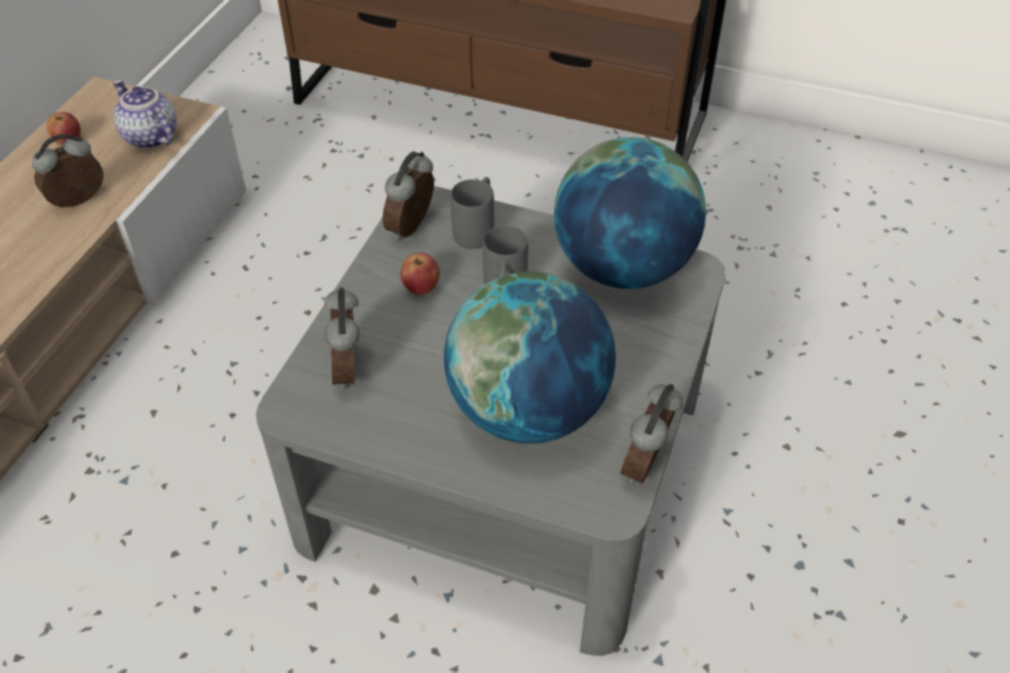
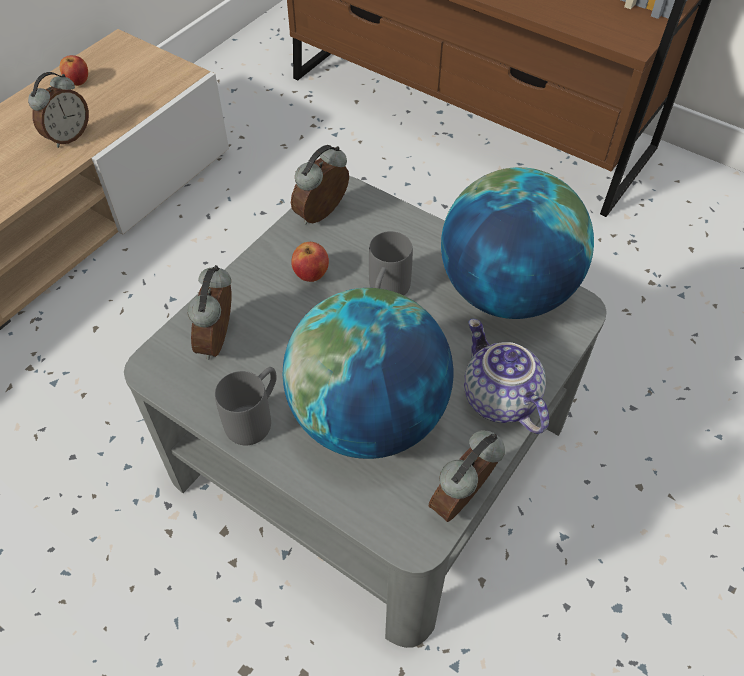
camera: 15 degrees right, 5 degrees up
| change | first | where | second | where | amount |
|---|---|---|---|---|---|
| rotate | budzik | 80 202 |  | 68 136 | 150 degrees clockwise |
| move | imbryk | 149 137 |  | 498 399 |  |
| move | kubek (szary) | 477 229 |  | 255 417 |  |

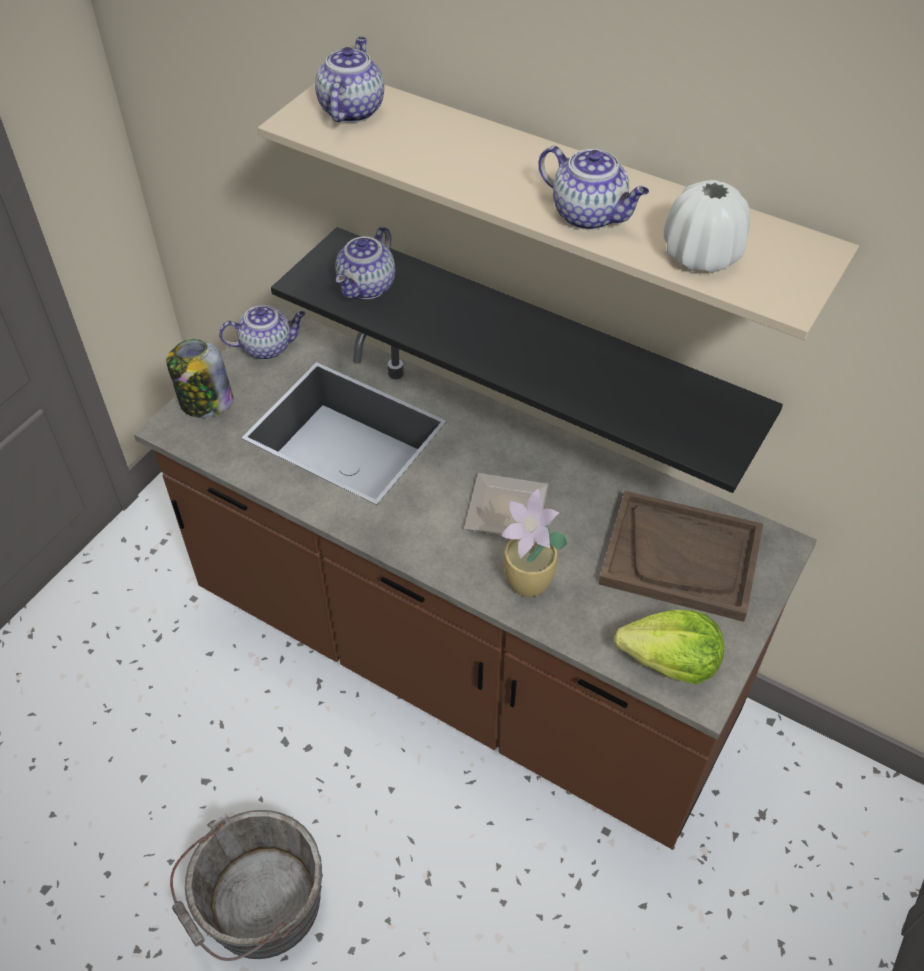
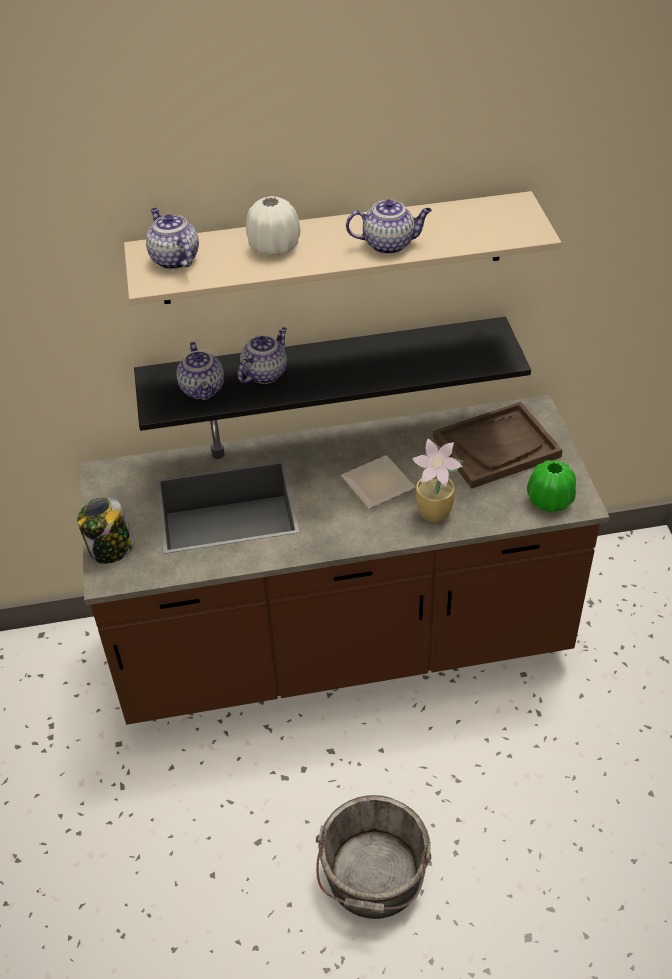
camera: 40 degrees left, 5 degrees down
| change | first | where | second | where | amount |
|---|---|---|---|---|---|
| move | imbryk | 268 347 |  | 265 373 |  |
| replace | sałata | 670 662 | wazon (zielony) | 550 500 |  |
| move | wazon (biały) | 701 256 |  | 274 247 |  |

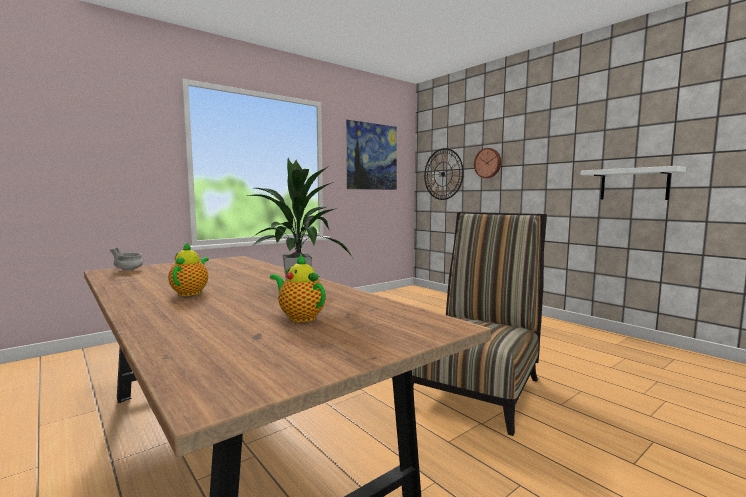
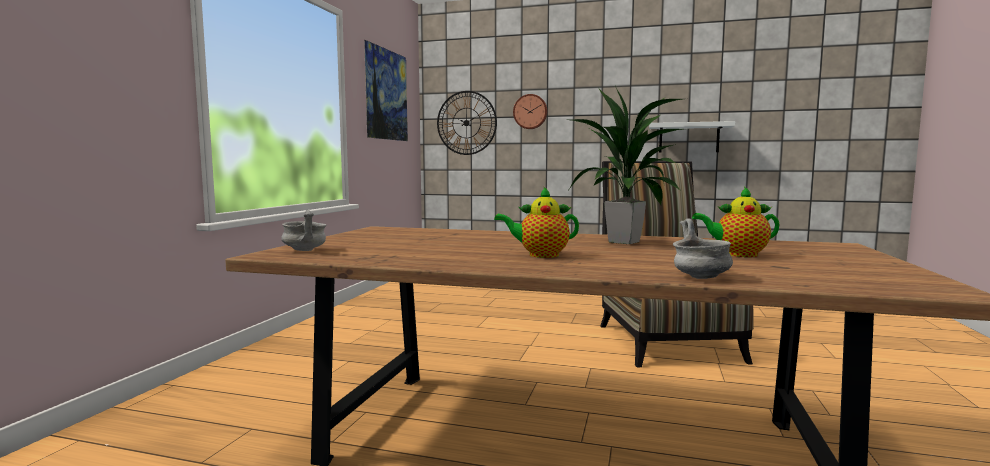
camera: 35 degrees left, 0 degrees up
| change | first | where | second | where | amount |
|---|---|---|---|---|---|
| rotate | imbryk | 191 292 |  | 540 255 | 60 degrees counterclockwise |
| insert |  |  | miska (szary) | 699 277 |  |

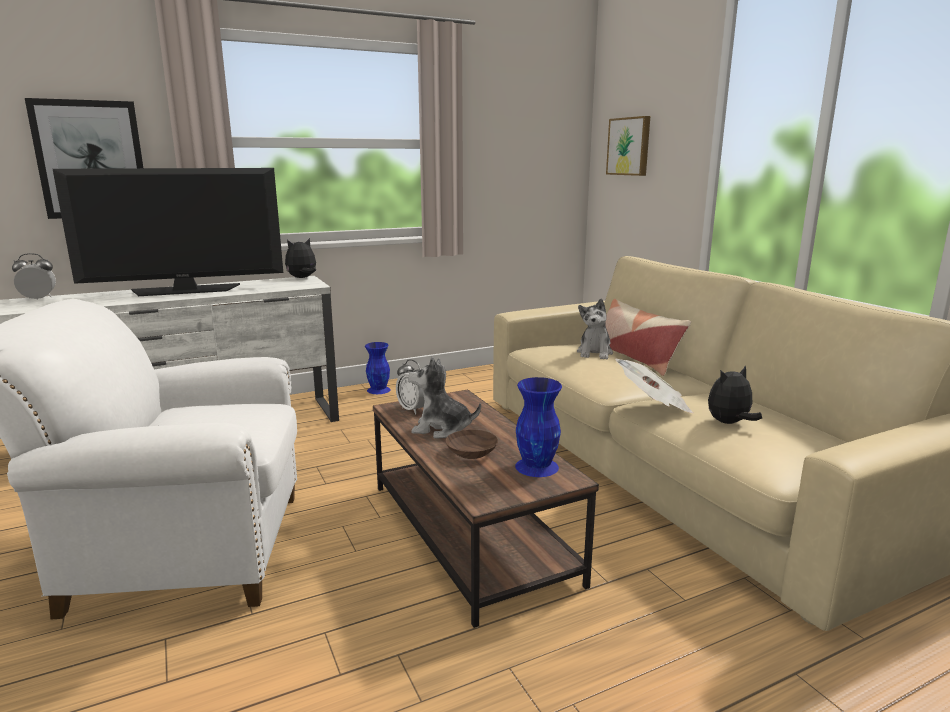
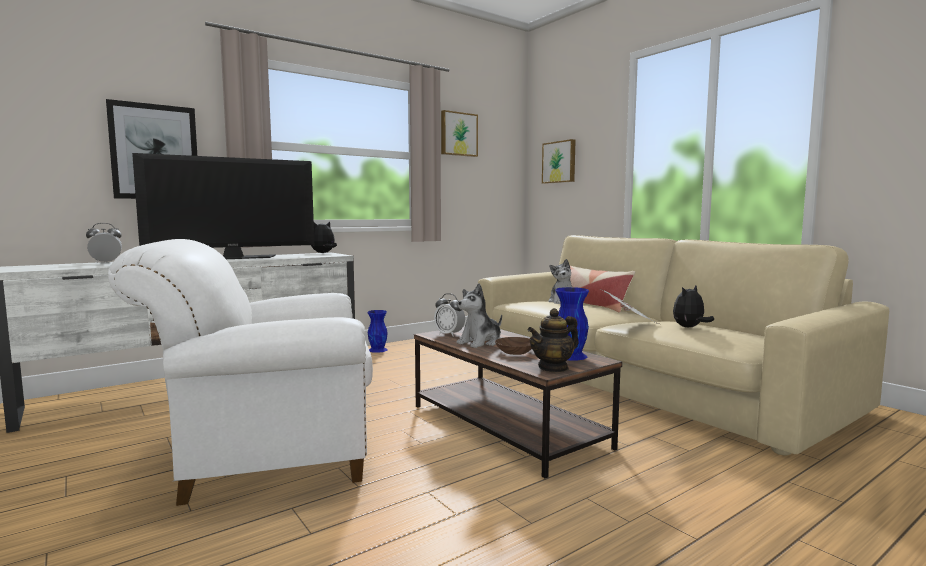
camera: 10 degrees left, 10 degrees down
| change | first | where | second | where | amount |
|---|---|---|---|---|---|
| rotate | pluszak | 441 429 |  | 480 342 | 45 degrees counterclockwise |
| insert |  |  | obraz | 458 134 |  |
| insert |  |  | imbryk | 553 368 |  |

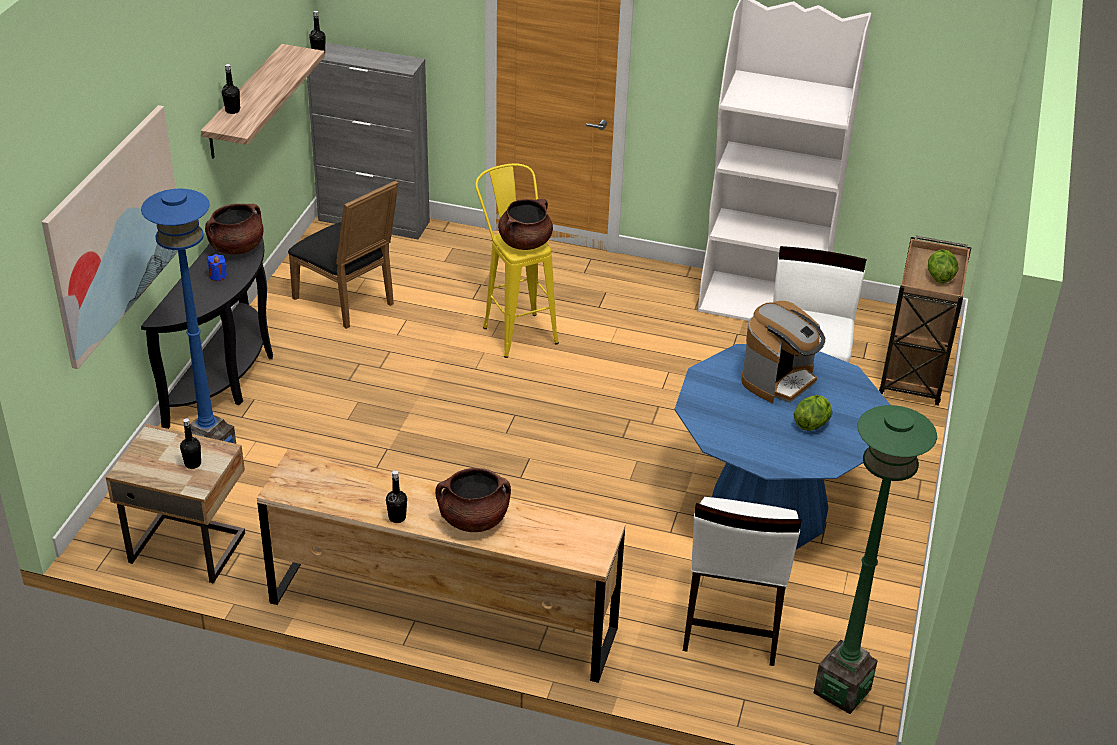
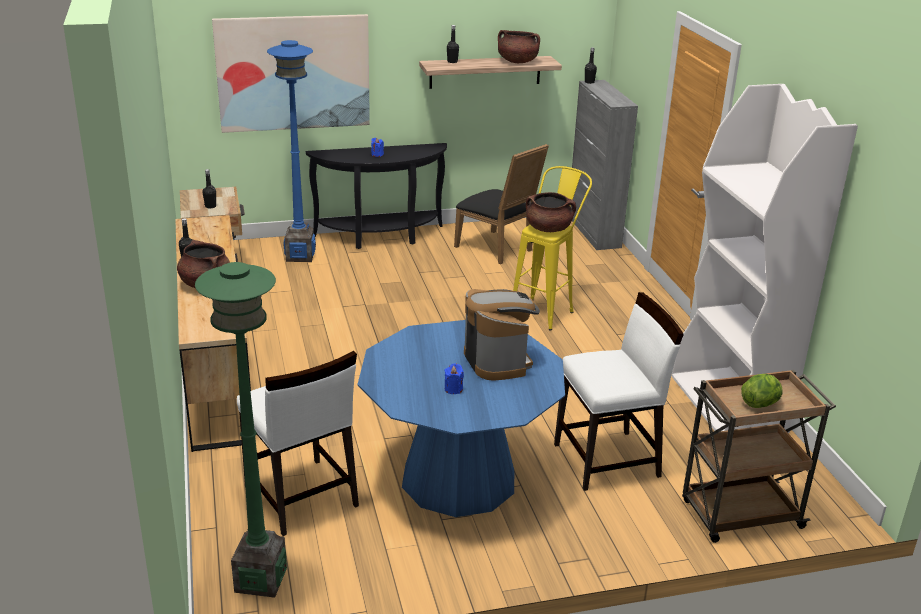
camera: 60 degrees right, 10 degrees down
| change | first | where | second | where | amount |
|---|---|---|---|---|---|
| move | garnek (brązowy) | 236 248 |  | 517 62 |  |
| rotate | krzesło (czarny) | 349 302 |  | 498 249 | 60 degrees counterclockwise |
| rotate | krzesło (biały) | 732 623 |  | 301 497 | 105 degrees counterclockwise |
| rotate | ekspres do kawy | 779 380 |  | 498 361 | 120 degrees counterclockwise |
| replace | sałata | 812 424 | świeca (niebieski) | 453 389 |  |

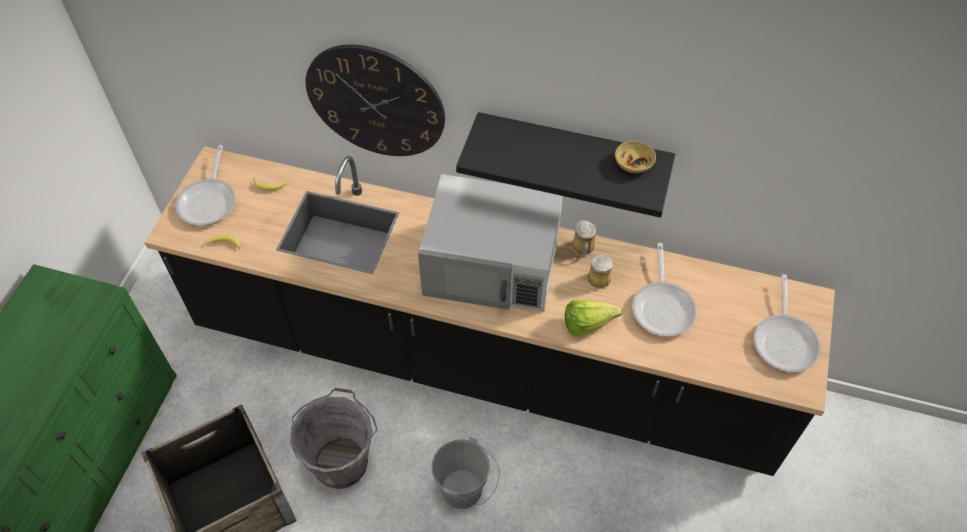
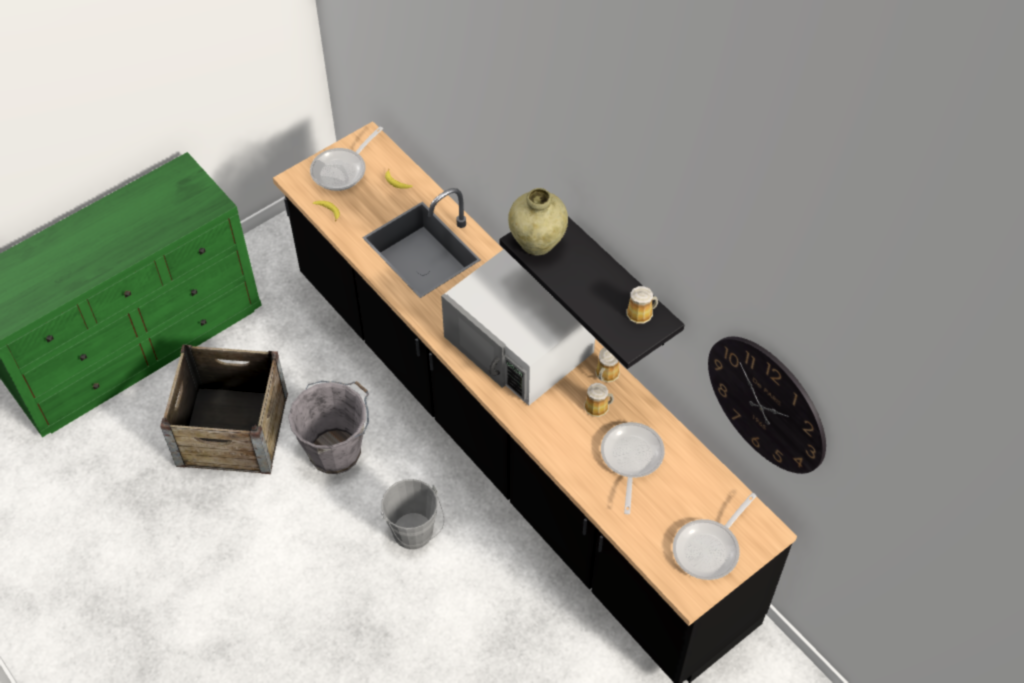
camera: 35 degrees right, 0 degrees up
| change | first | where | second | where | amount |
|---|---|---|---|---|---|
| move | zegar ścienny | 375 101 |  | 767 404 |  |
| delete | sałata | 592 325 |  |  |  |
| replace | miska (beżowy) | 633 163 | kubek | 641 313 |  |
| rotate | patelnia | 663 306 |  | 630 459 | 150 degrees clockwise |
| insert |  |  | wazon (beżowy) | 537 243 |  |

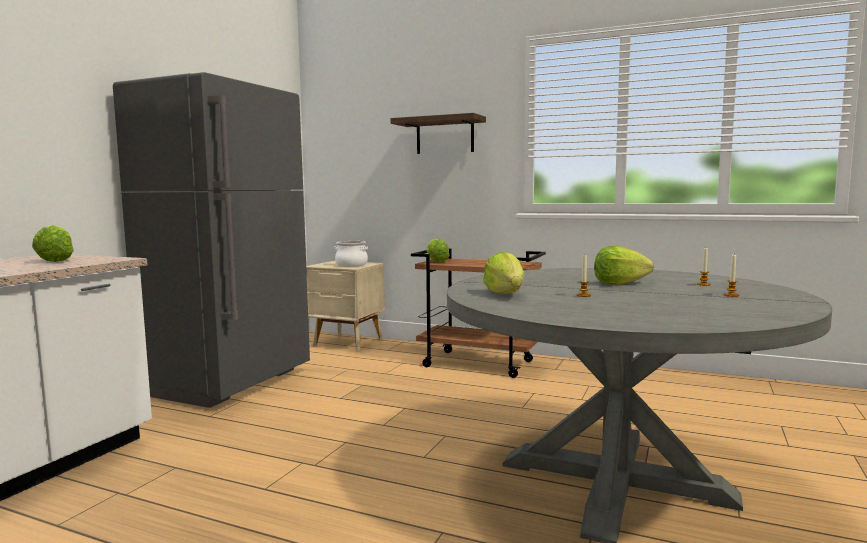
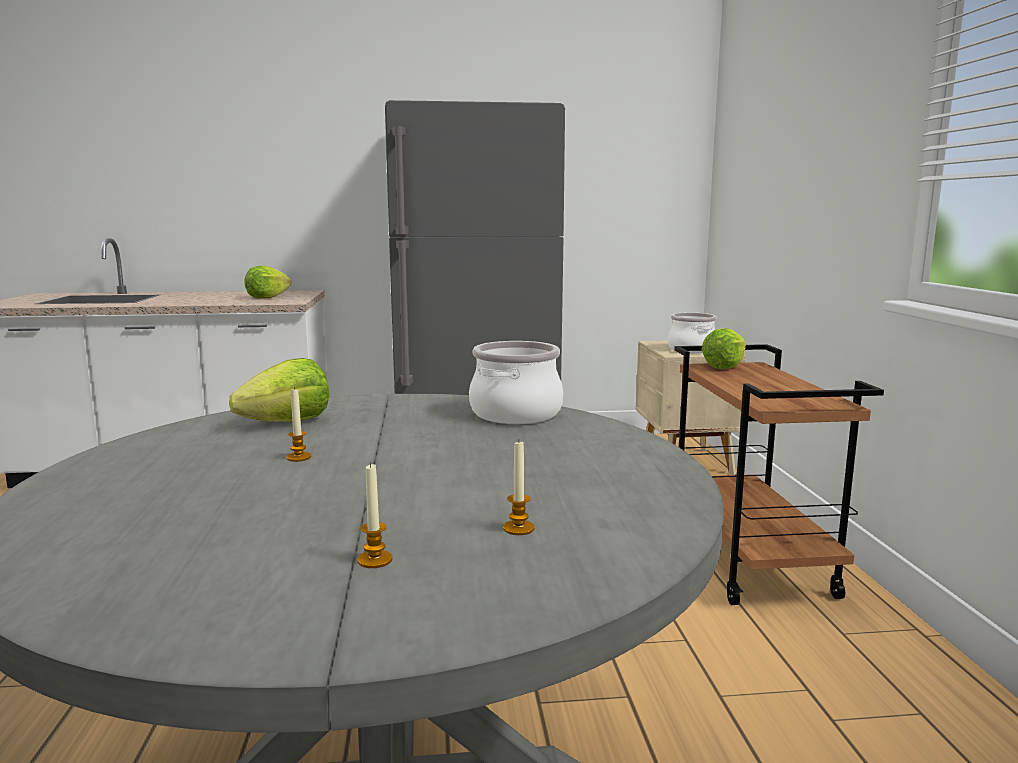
camera: 60 degrees right, 5 degrees up
| change | first | where | second | where | amount |
|---|---|---|---|---|---|
| delete | półka | 445 136 |  |  |  |
| delete | sałata | 619 283 |  |  |  |
| insert |  |  | garnek | 515 413 |  |

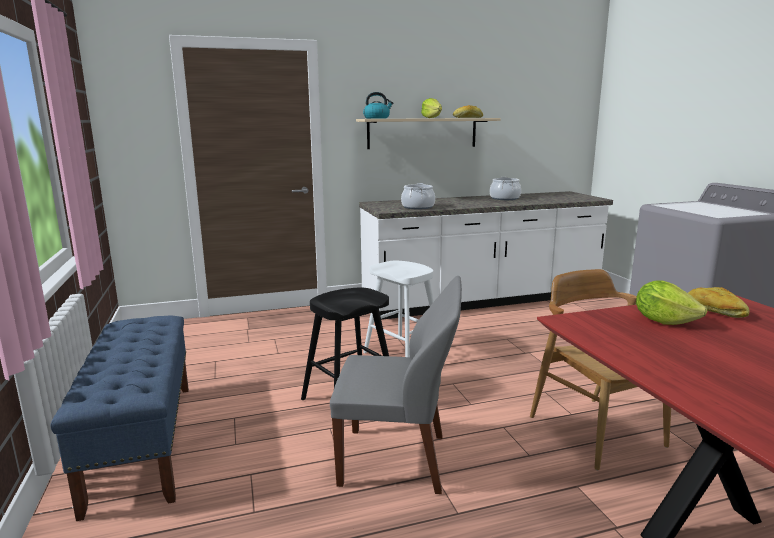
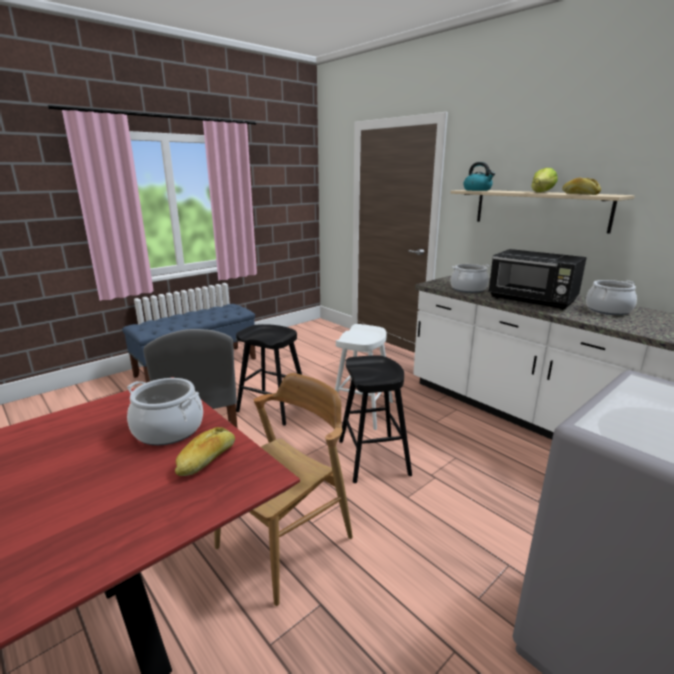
camera: 65 degrees right, 5 degrees up
| change | first | where | second | where | amount |
|---|---|---|---|---|---|
| replace | sałata | 663 321 | garnek | 168 429 |  |
| insert |  |  | stołek (czarny) | 373 457 |  |
| insert |  |  | mikrofalówka (czarny) | 532 301 |  |

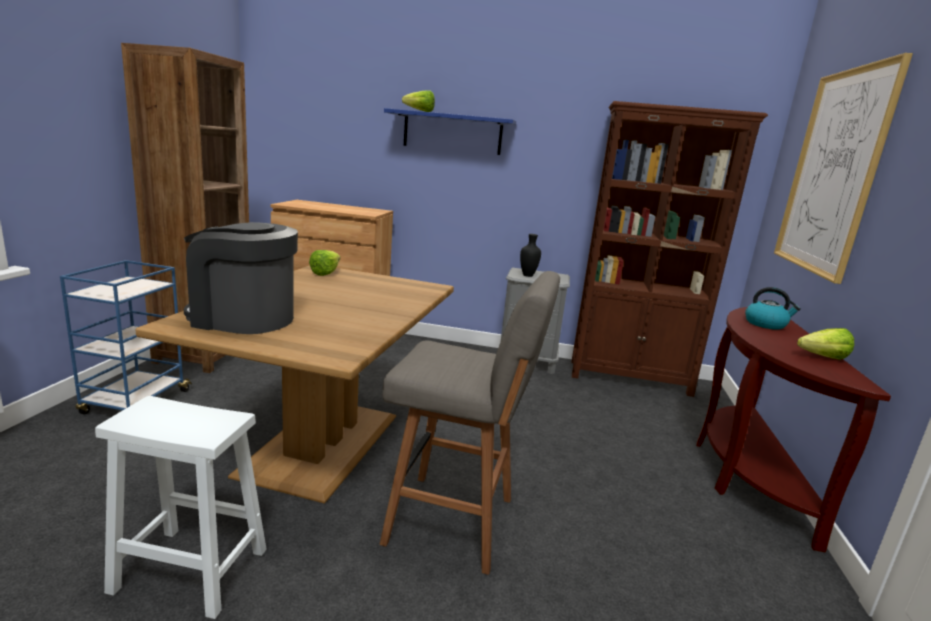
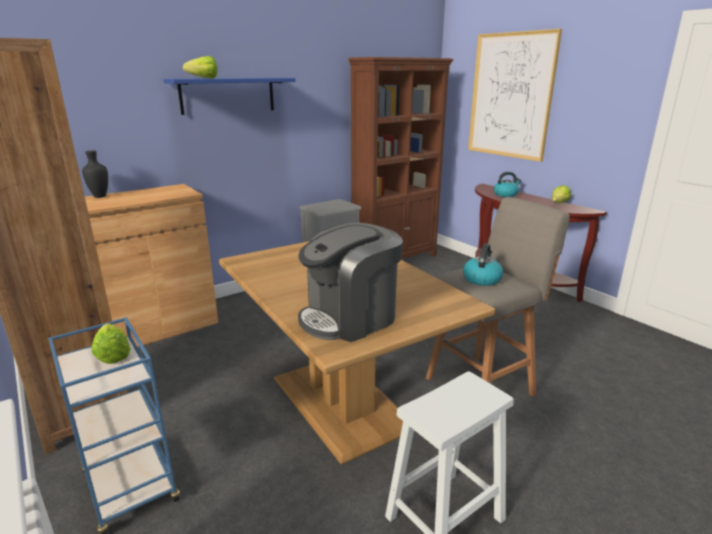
camera: 45 degrees left, 5 degrees up
| change | first | where | second | where | amount |
|---|---|---|---|---|---|
| move | sałata | 328 272 |  | 114 352 |  |
| move | wazon (czarny) | 528 275 |  | 100 196 |  |
| insert |  |  | czajnik | 482 279 |  |

